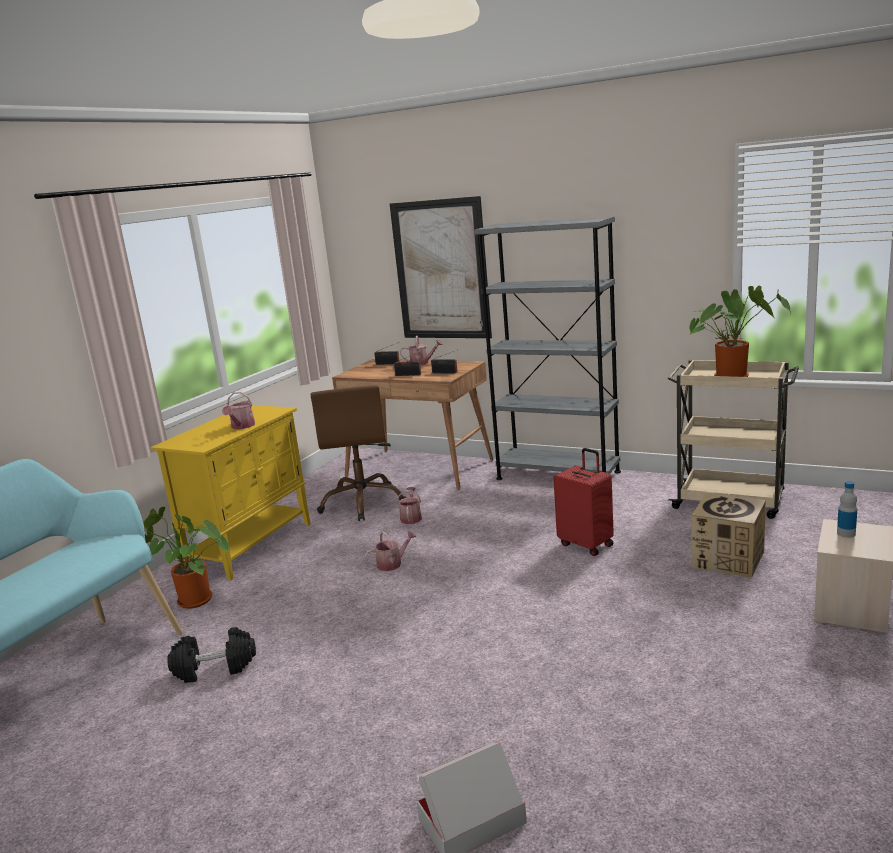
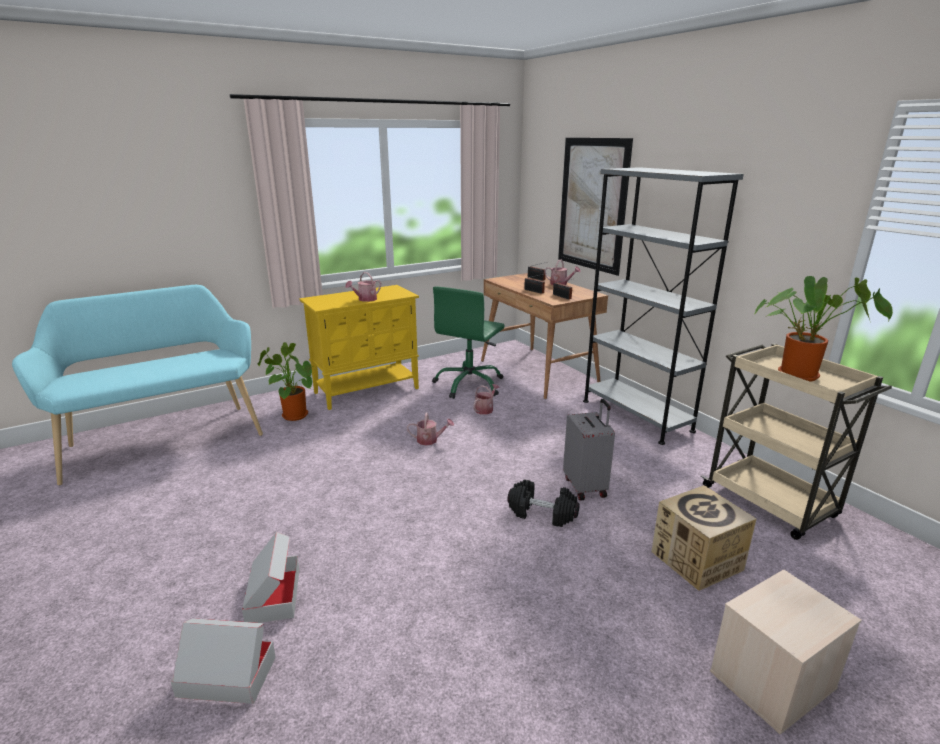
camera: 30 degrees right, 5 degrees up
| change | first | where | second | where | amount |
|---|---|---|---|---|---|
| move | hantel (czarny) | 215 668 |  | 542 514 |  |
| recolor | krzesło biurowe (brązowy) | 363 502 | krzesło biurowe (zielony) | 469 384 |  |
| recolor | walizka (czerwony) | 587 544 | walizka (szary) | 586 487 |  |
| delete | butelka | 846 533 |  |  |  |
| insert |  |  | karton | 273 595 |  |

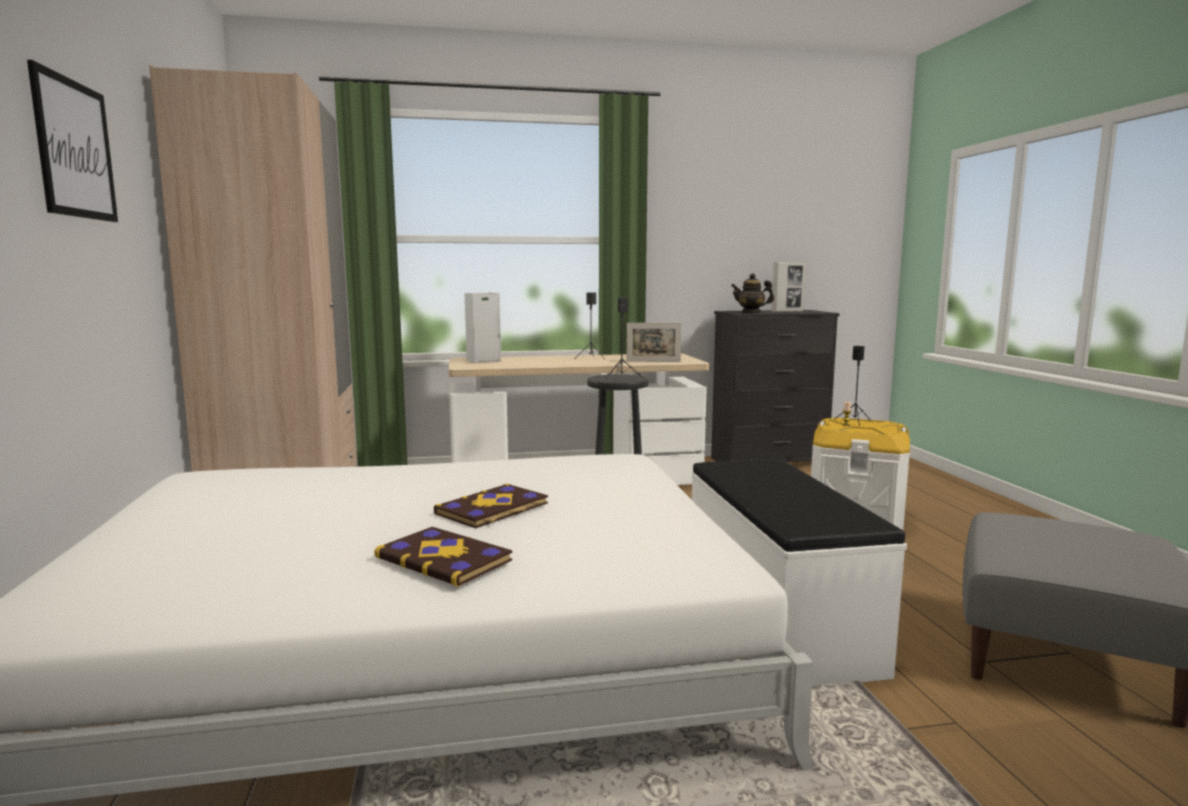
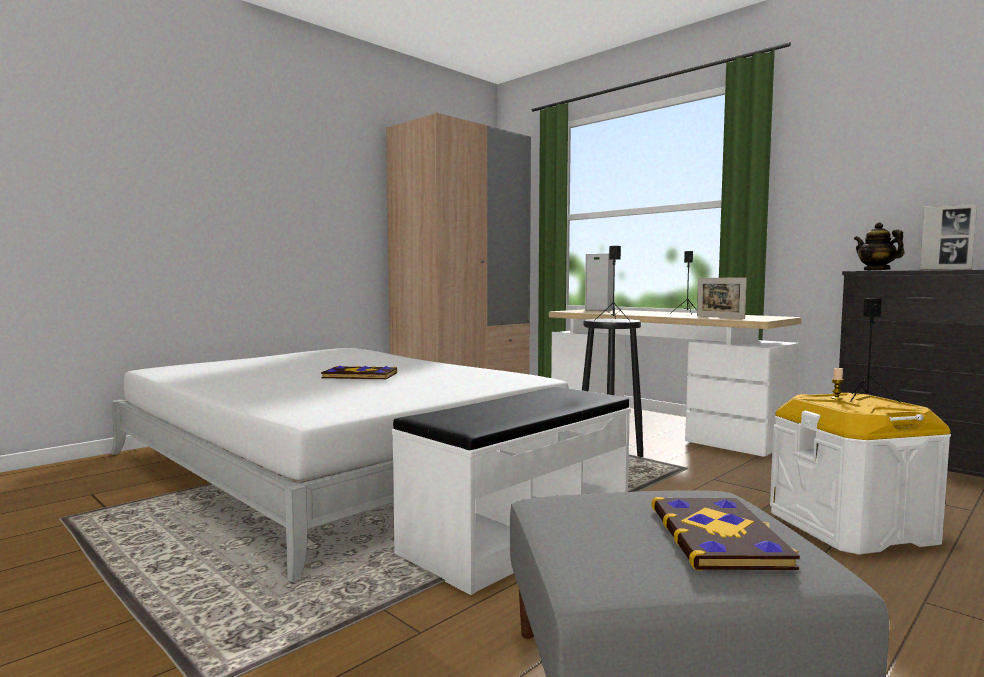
camera: 55 degrees right, 5 degrees down
| change | first | where | second | where | amount |
|---|---|---|---|---|---|
| delete | obraz | 75 149 |  |  |  |
| move | książka | 445 559 |  | 719 536 |  |

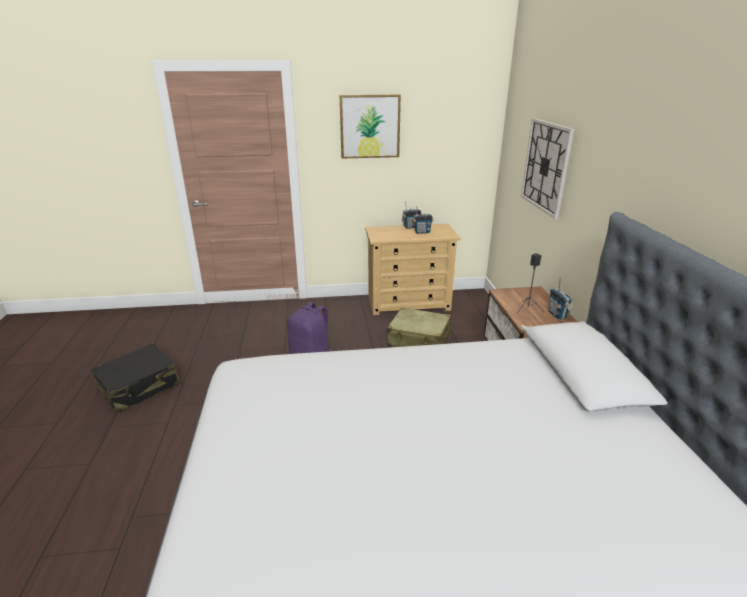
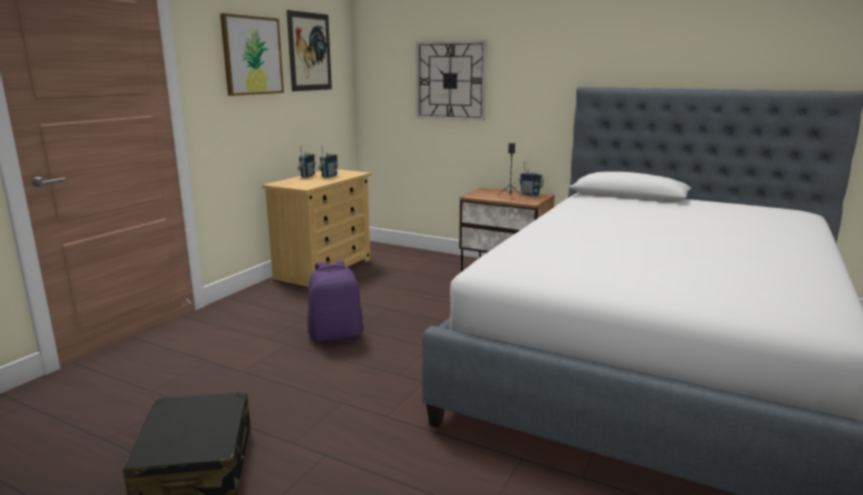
camera: 55 degrees left, 10 degrees down
| change | first | where | second | where | amount |
|---|---|---|---|---|---|
| delete | walizka (beżowy) | 419 340 |  |  |  |
| insert |  |  | obraz | 309 52 |  |

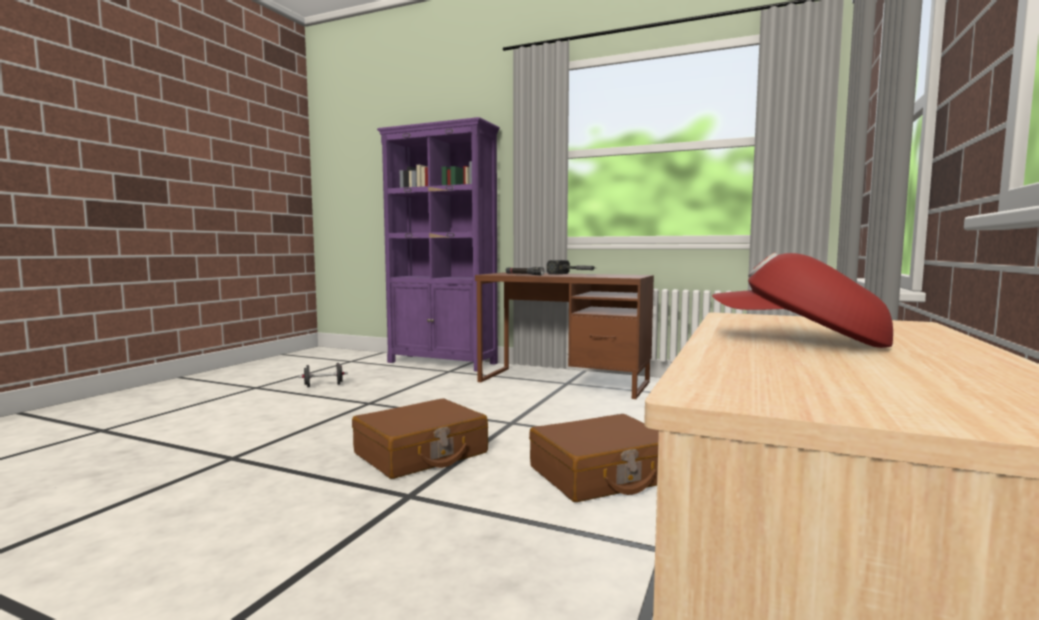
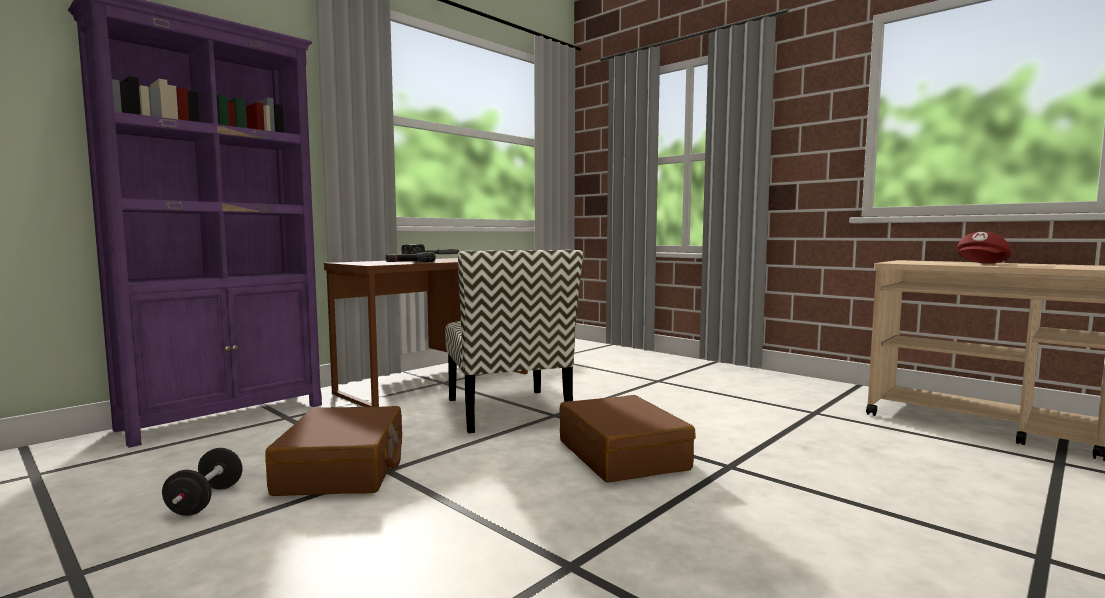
camera: 70 degrees left, 0 degrees up
| change | first | where | second | where | amount |
|---|---|---|---|---|---|
| move | walizka (brązowy) | 602 475 |  | 343 469 |  |
| insert |  |  | krzesło | 509 410 |  |

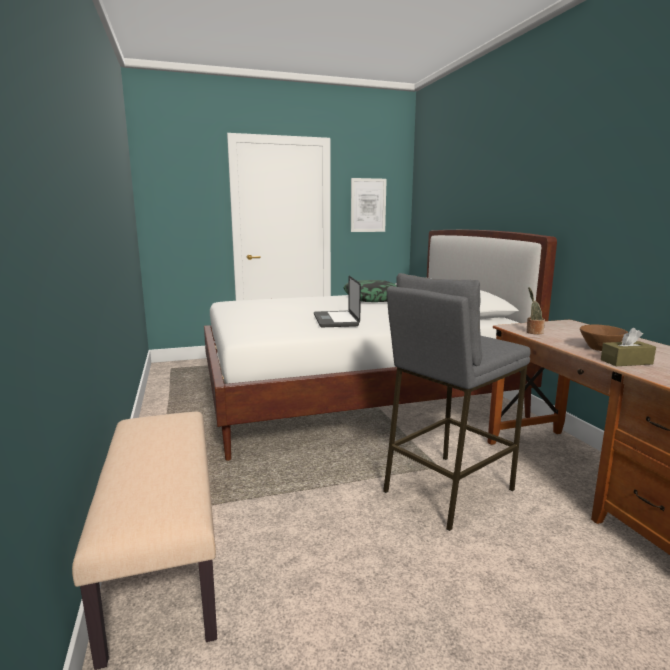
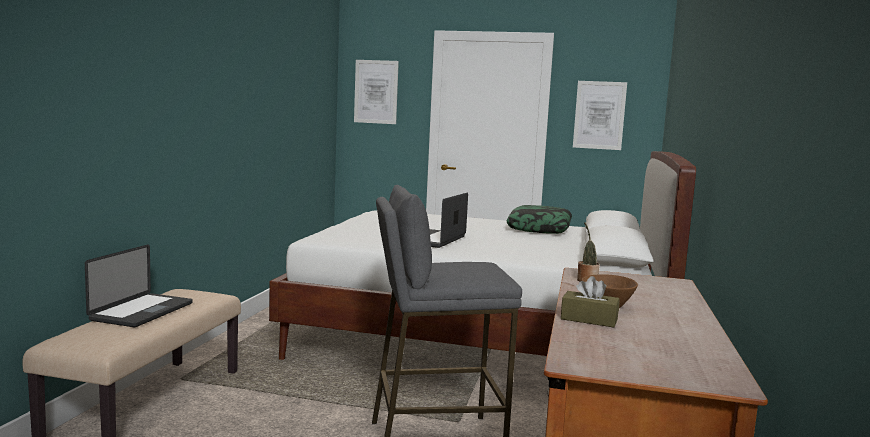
camera: 30 degrees right, 5 degrees down
| change | first | where | second | where | amount |
|---|---|---|---|---|---|
| insert |  |  | laptop | 142 311 |  |
| insert |  |  | obraz | 376 92 |  |

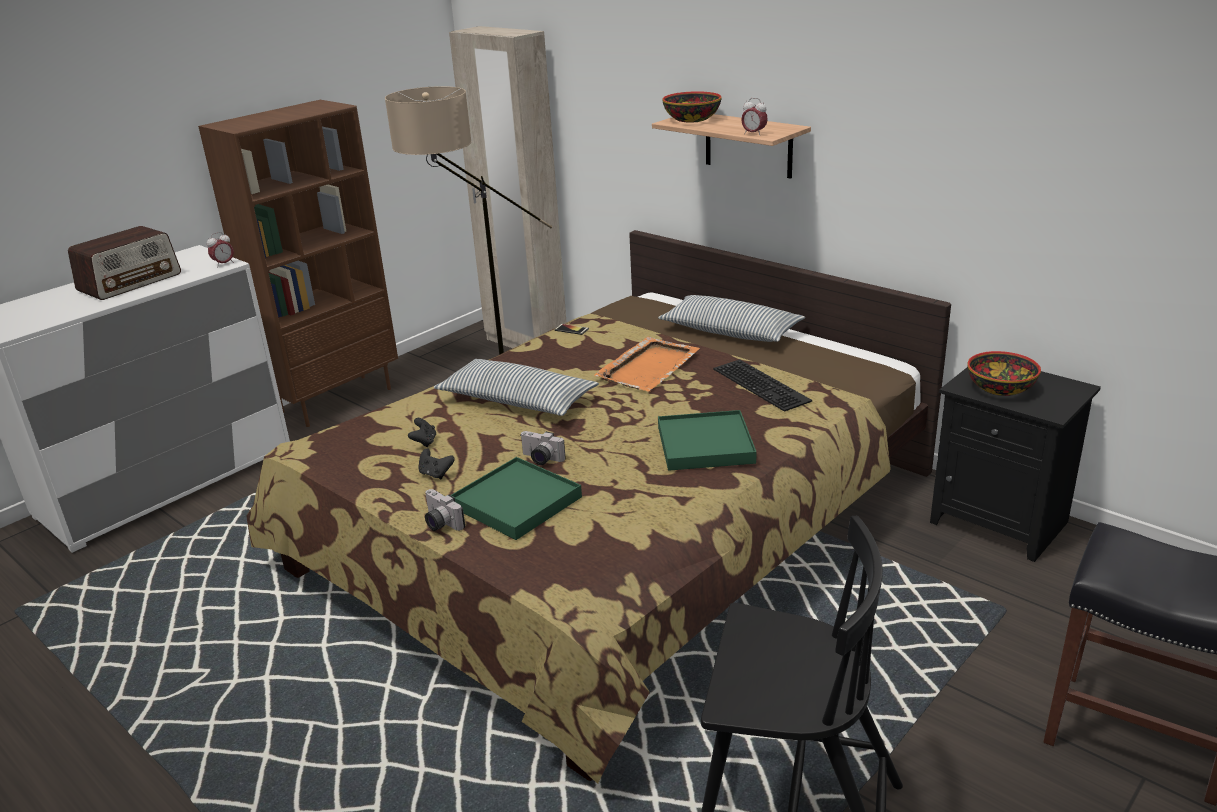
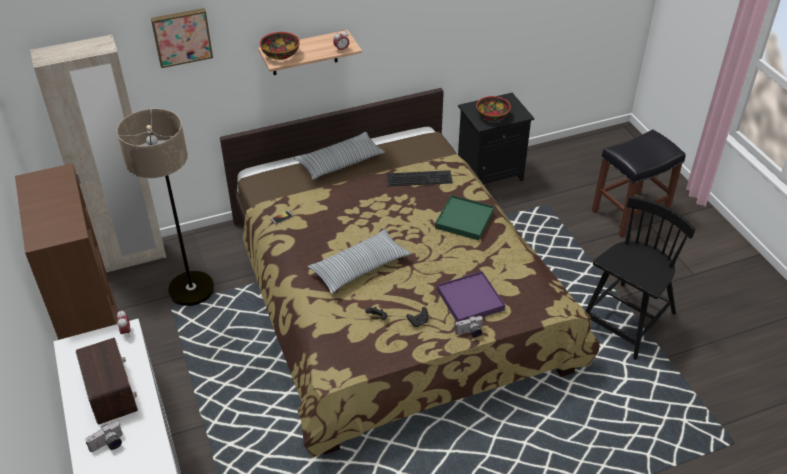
camera: 65 degrees left, 15 degrees up
| change | first | where | second | where | amount |
|---|---|---|---|---|---|
| recolor | taca (zielony) | 517 502 | taca (fioletowy) | 470 299 |  |
| move | aparat fotograficzny | 540 459 |  | 108 445 |  |
| delete | taca (pomarańczowy) | 649 367 |  |  |  |
| insert |  |  | obraz | 182 36 |  |

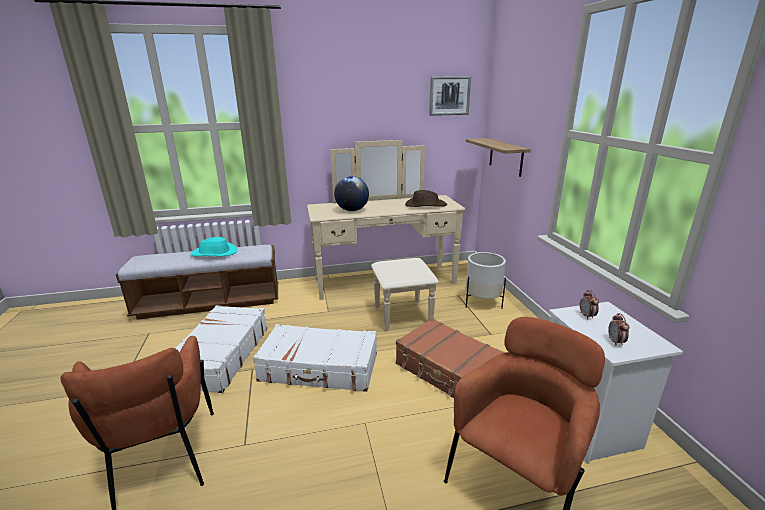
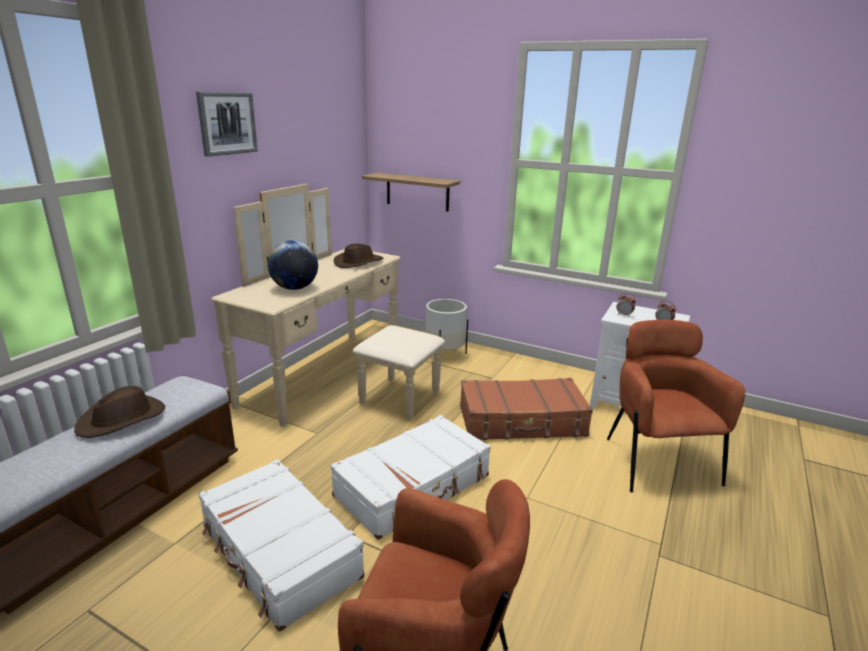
camera: 50 degrees left, 0 degrees up
| change | first | where | second | where | amount |
|---|---|---|---|---|---|
| recolor | kapelusz (turkusowy) | 214 253 | kapelusz (brązowy) | 122 419 |  |
| move | obraz | 449 96 |  | 227 123 |  |

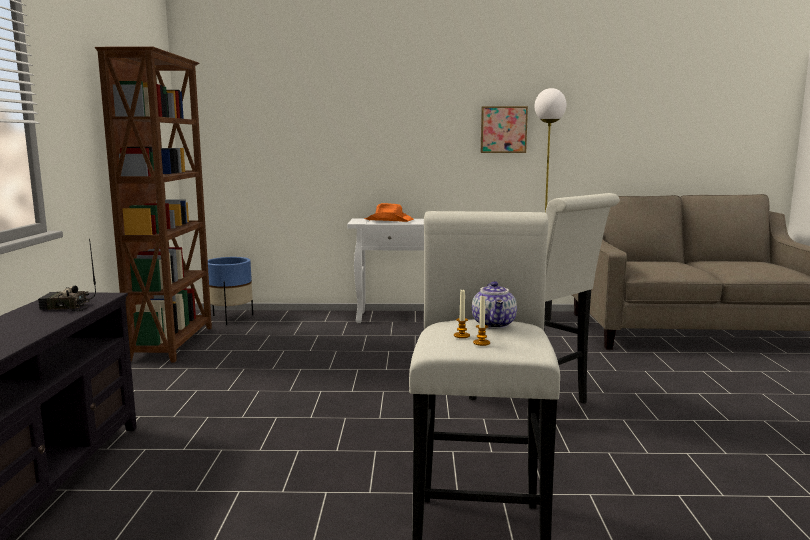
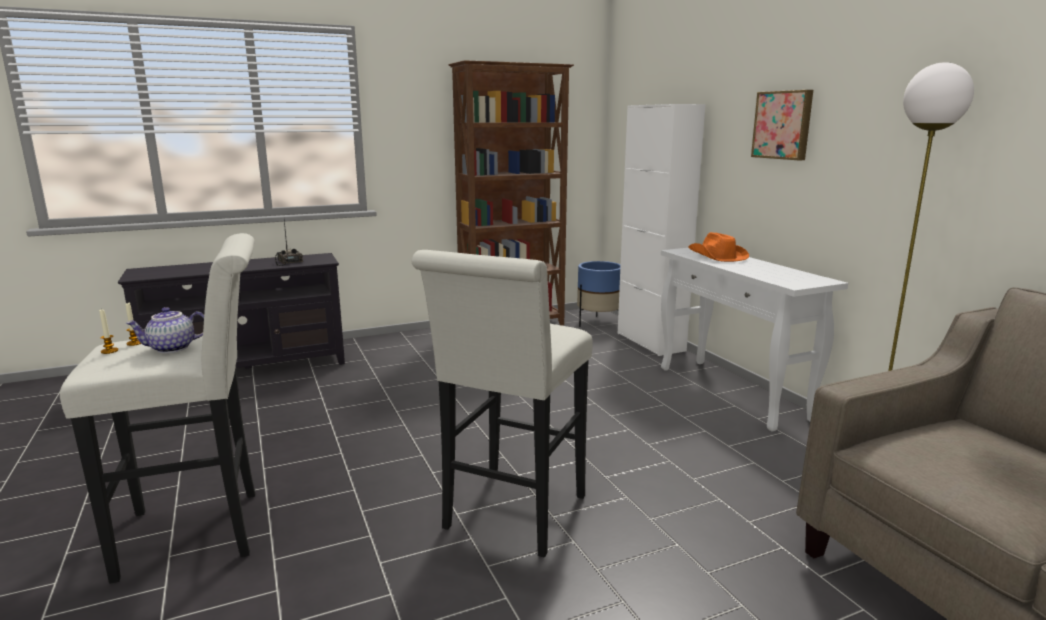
camera: 65 degrees right, 5 degrees up
| change | first | where | second | where | amount |
|---|---|---|---|---|---|
| move | obraz | 503 129 |  | 783 125 |  |
| insert |  |  | szafka (biały) | 650 342 |  |

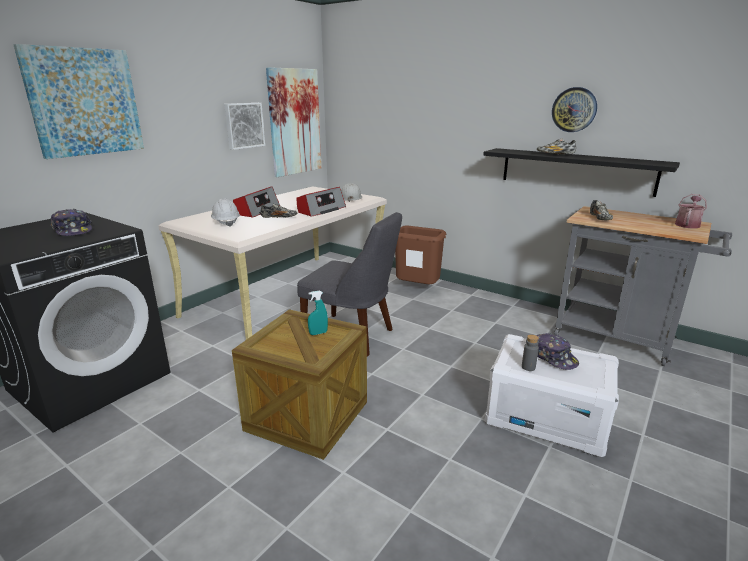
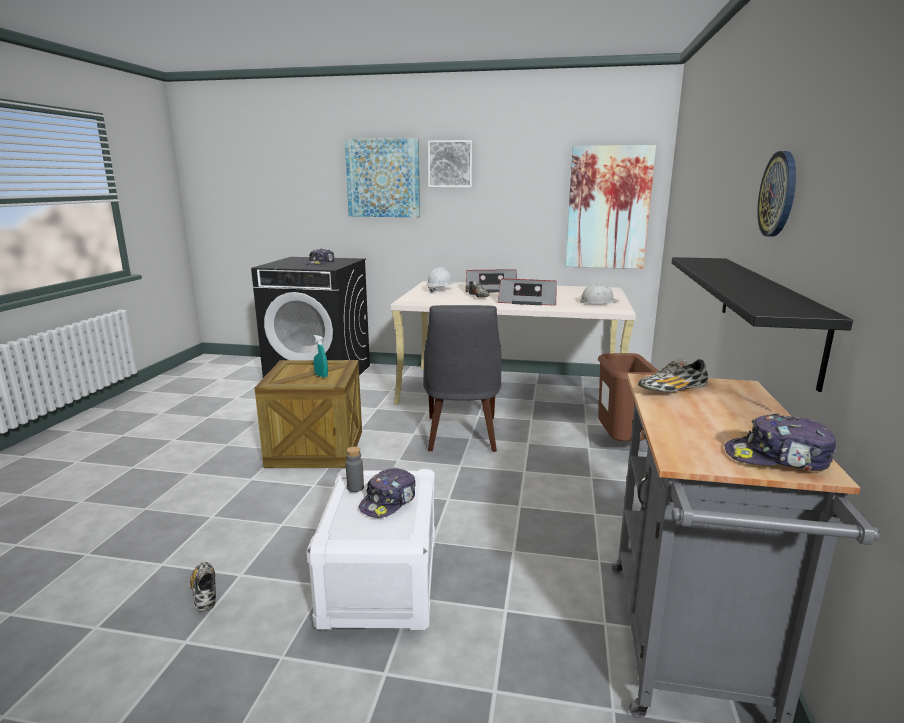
camera: 65 degrees right, 5 degrees down
| change | first | where | second | where | amount |
|---|---|---|---|---|---|
| move | obraz | 244 125 |  | 450 164 |  |
| move | but | 555 154 |  | 205 592 |  |
| replace | konewka | 687 224 | czapka z daszkiem | 777 458 |  |

